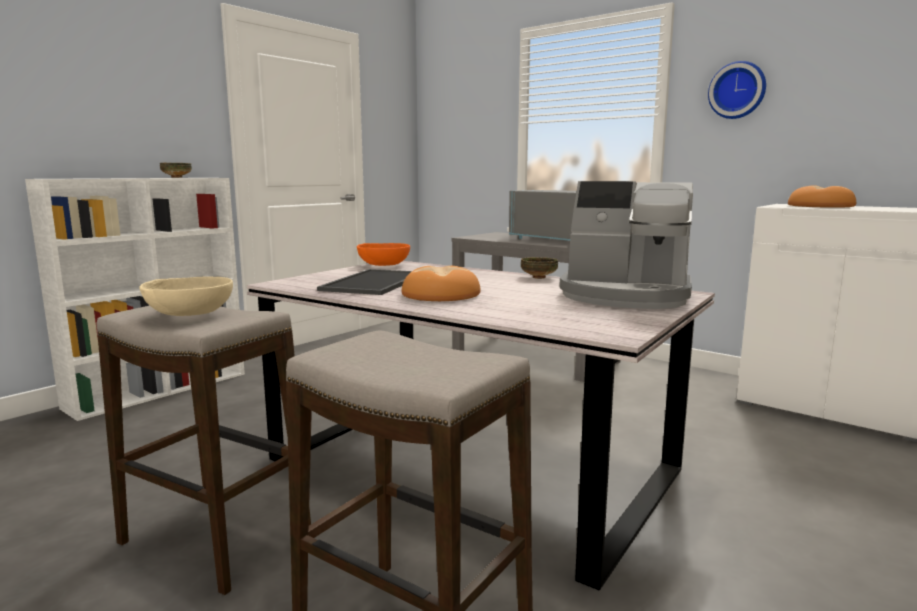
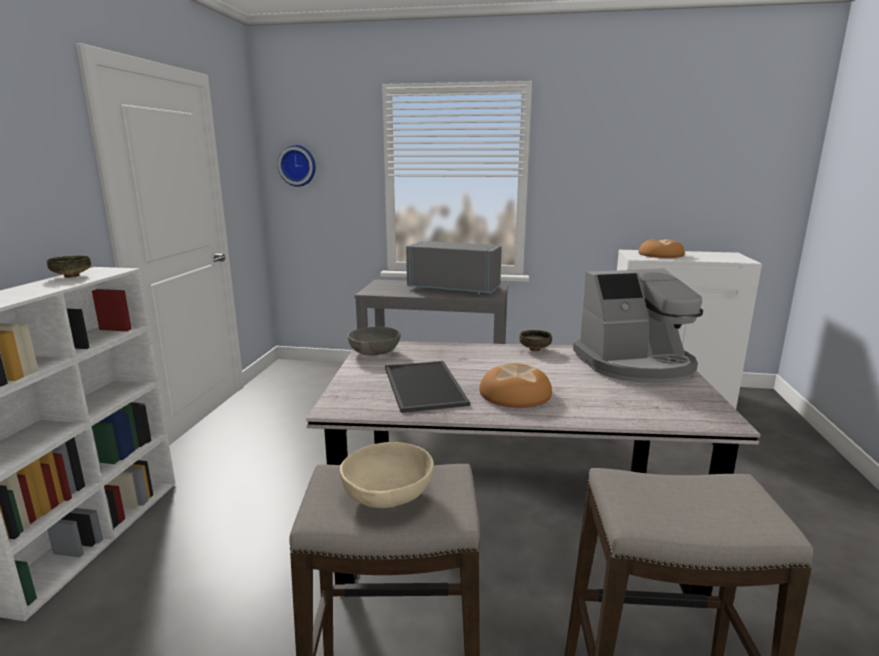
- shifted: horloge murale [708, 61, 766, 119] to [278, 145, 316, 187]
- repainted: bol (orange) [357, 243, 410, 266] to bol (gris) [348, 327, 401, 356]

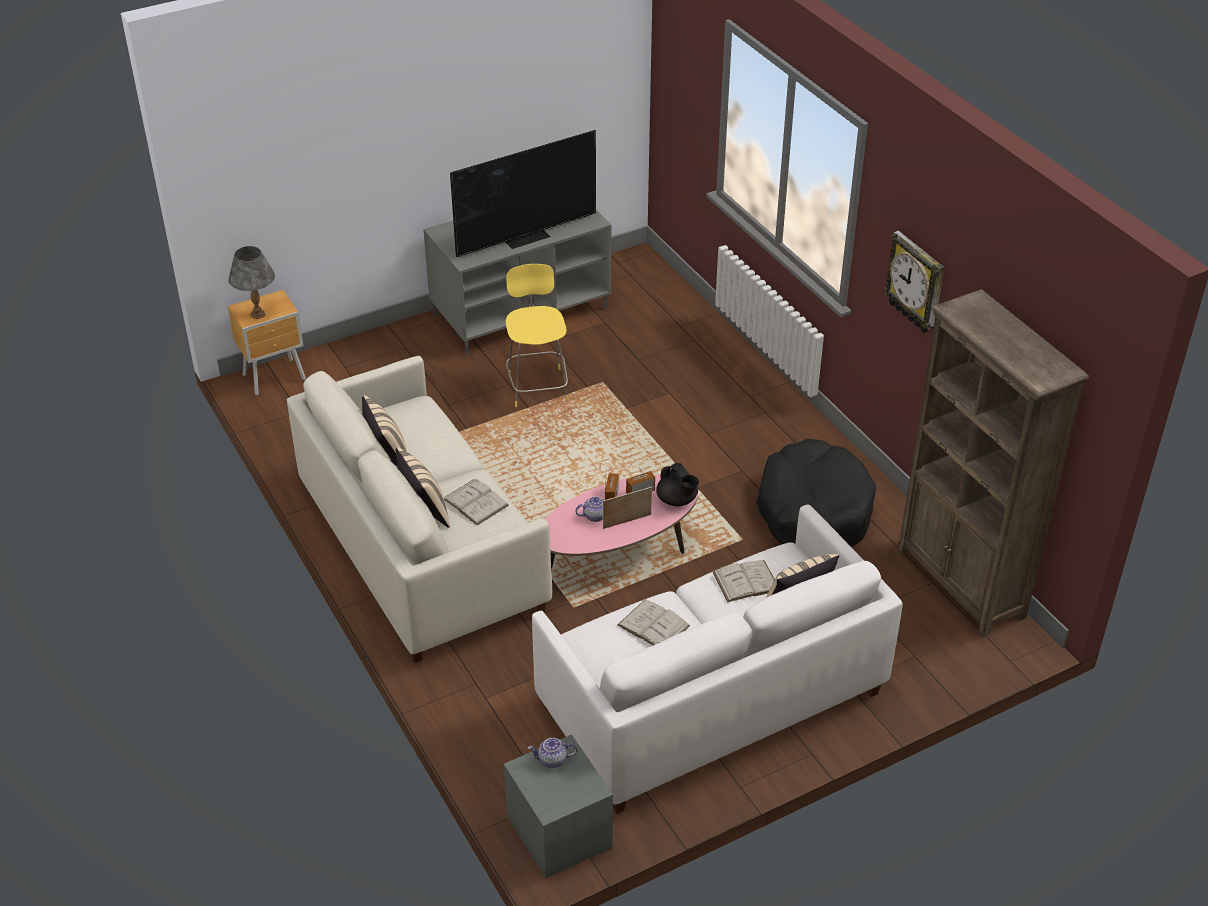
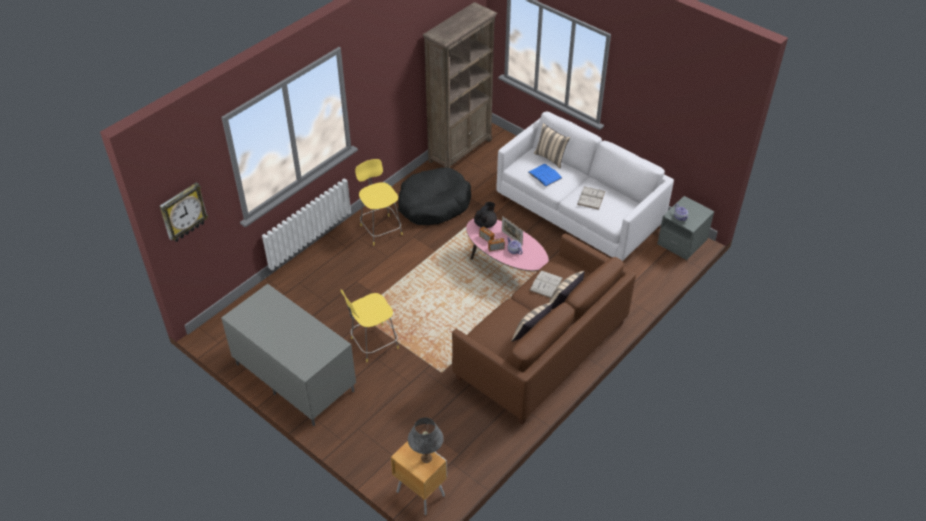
- gone: téléviseur [450, 130, 596, 257]
- new: tabouret (jaune) [355, 159, 403, 245]
- shifted: horloge murale [883, 231, 944, 333] to [160, 182, 208, 242]
- repainted: canapé (blanc) [287, 356, 552, 663] to canapé (marron) [452, 234, 636, 425]
- repainted: livre (blanc) [713, 560, 775, 602] to livre (bleu) [528, 163, 562, 187]

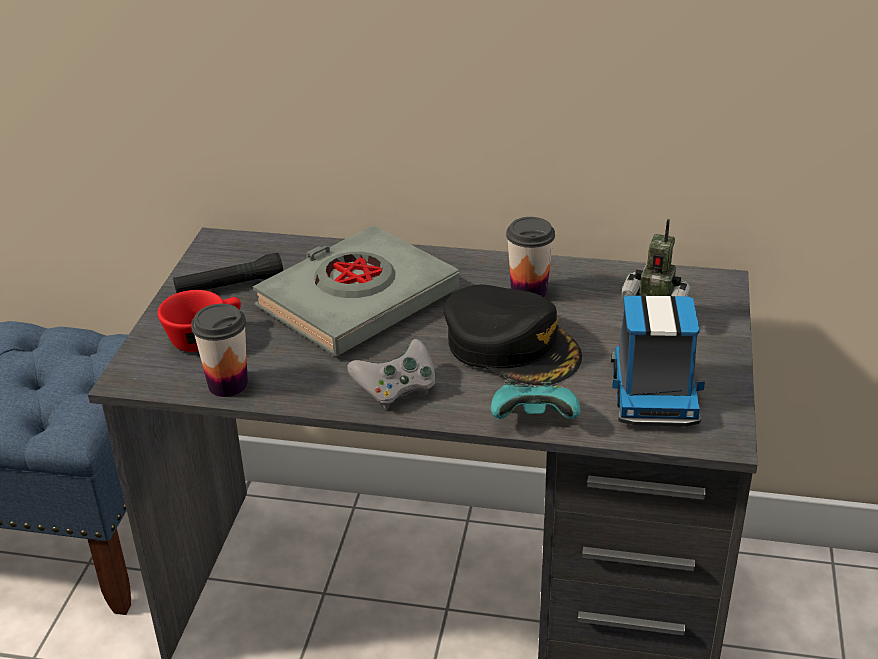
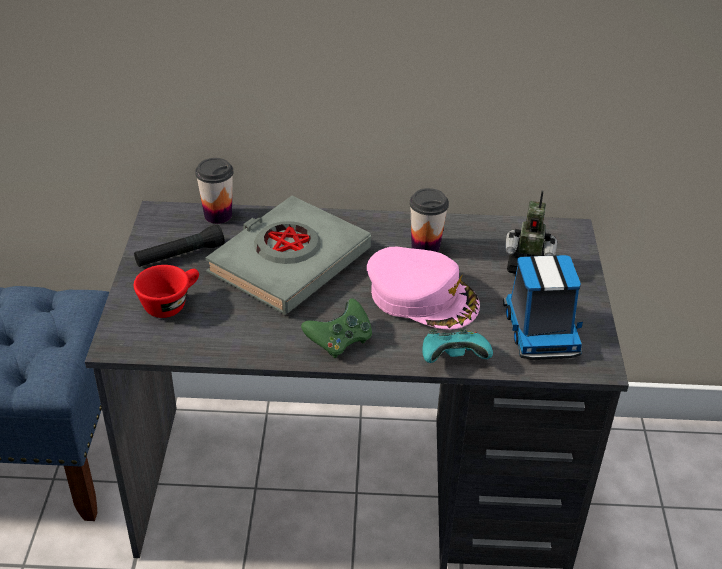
- shifted: tasse [191, 304, 248, 397] to [195, 158, 234, 224]
- repainted: manette (gris) [347, 339, 436, 409] to manette (vert) [301, 298, 372, 358]
- repainted: casquette (noir) [443, 285, 582, 385] to casquette (rose) [367, 247, 480, 330]

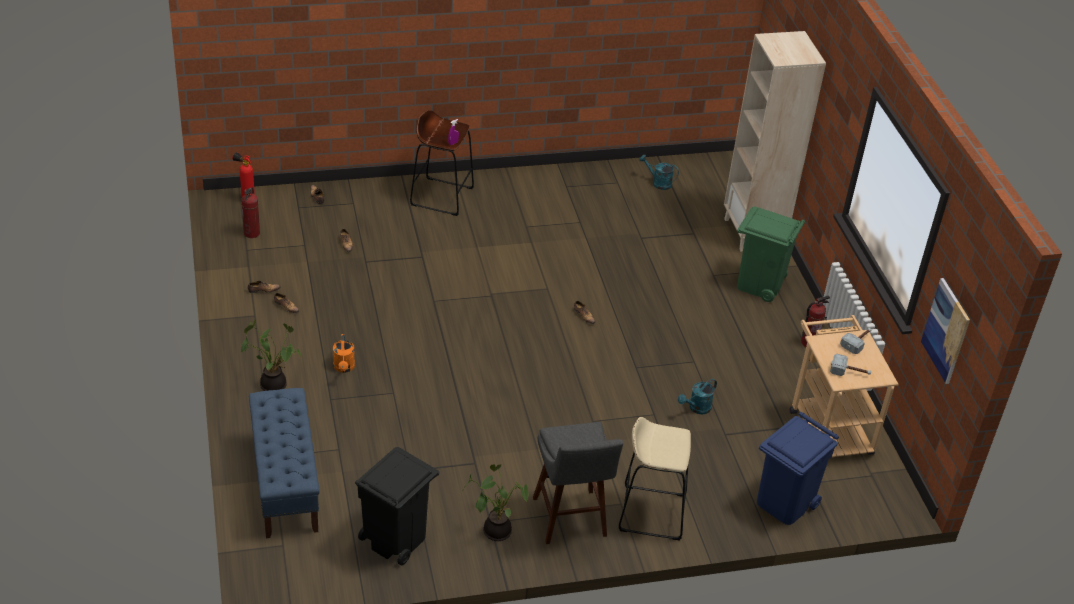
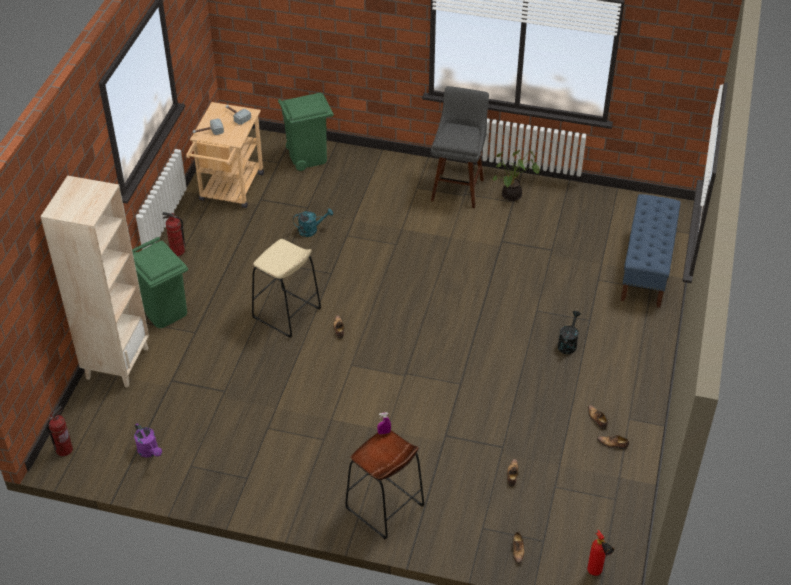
- gone: plante en pot [241, 320, 302, 391]
- gone: poubelle (noir) [355, 447, 439, 565]
- gone: tableau [921, 278, 970, 384]
- shifted: extincteur [241, 187, 260, 238] to [47, 406, 73, 456]
- shifted: tabouret (beige) [619, 417, 691, 541] to [252, 239, 321, 338]
- repainted: arrosoir (orange) [333, 334, 355, 373] to arrosoir (noir) [557, 311, 581, 354]
- repainted: arrosoir (turquoise) [639, 155, 679, 190] to arrosoir (violet) [134, 423, 162, 458]
- repainted: poubelle (bleu) [757, 412, 839, 525] to poubelle (vert) [278, 93, 334, 171]

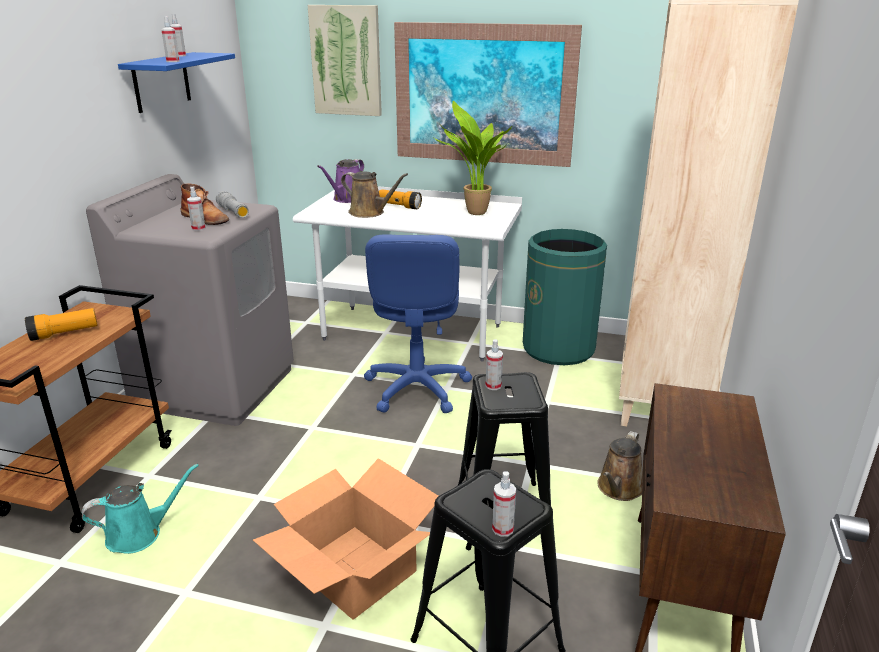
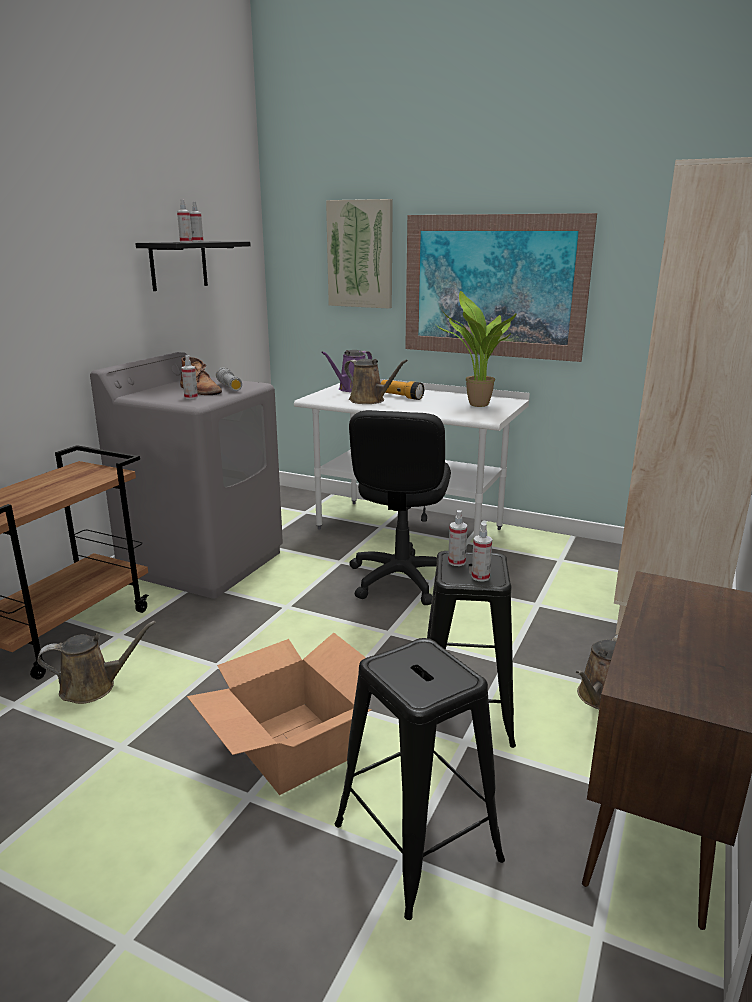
- gone: lampe de poche [25, 308, 98, 341]
- gone: poubelle (vert) [523, 229, 607, 365]
- shifted: vaporisateur [492, 471, 516, 537] to [472, 523, 492, 582]
- repainted: arrosoir (turquoise) [82, 464, 199, 554] to arrosoir (marron) [37, 621, 156, 704]
- repainted: étagère (bleu) [118, 52, 235, 113] to étagère (noir) [135, 241, 251, 291]
- repainted: chaise de bureau (bleu) [364, 234, 472, 413] to chaise de bureau (noir) [349, 410, 451, 605]

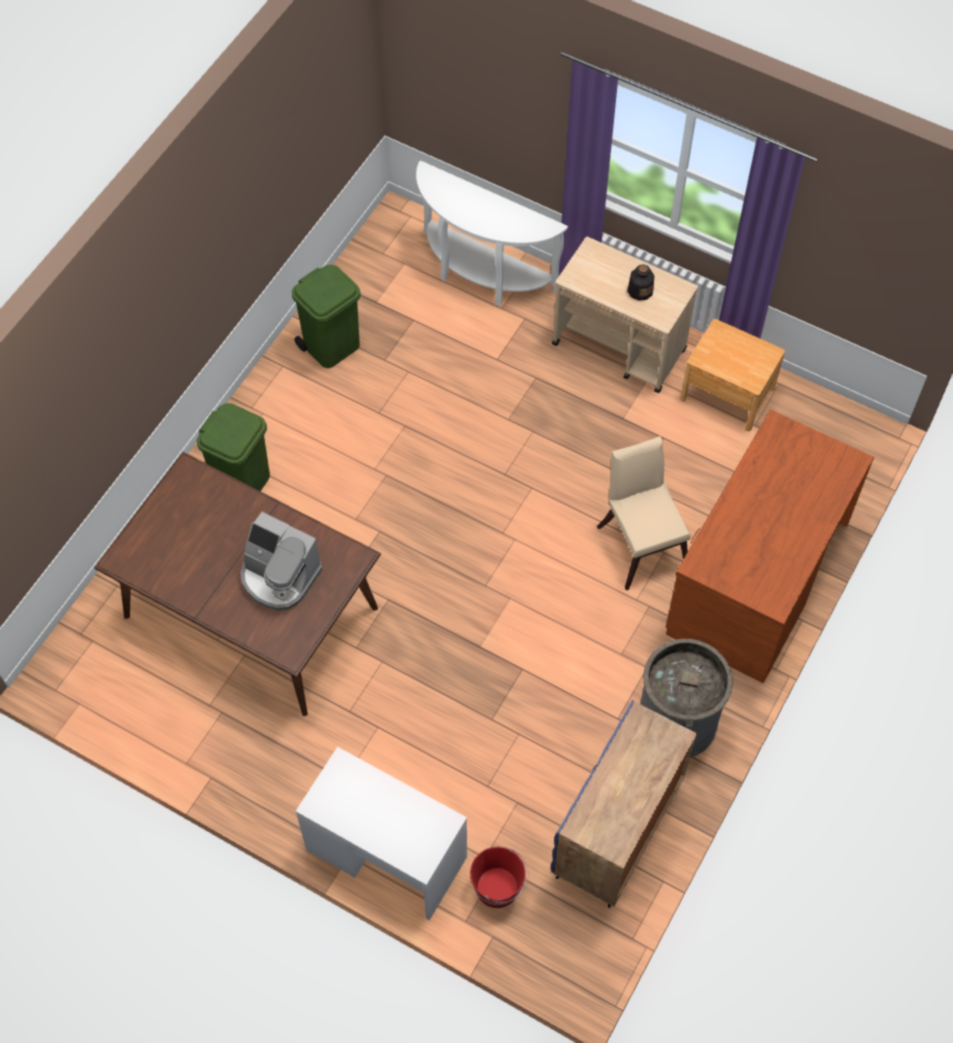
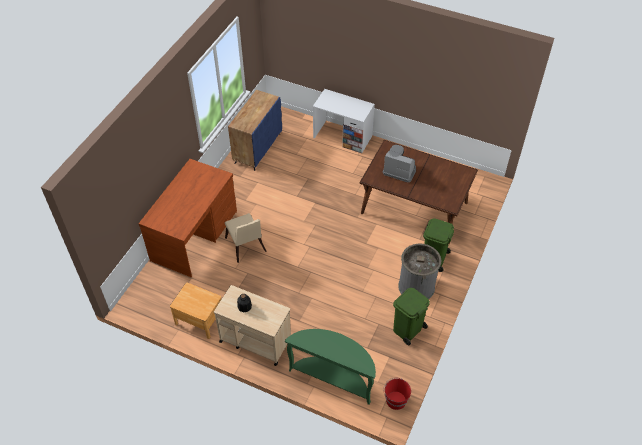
- shifted: seau (rouge) [470, 847, 528, 908] to [383, 378, 411, 410]
- shifted: poubelle (gris) [640, 639, 733, 758] to [398, 243, 441, 299]
- repainted: table console (blanc) [416, 160, 568, 306] to table console (vert) [285, 329, 376, 405]

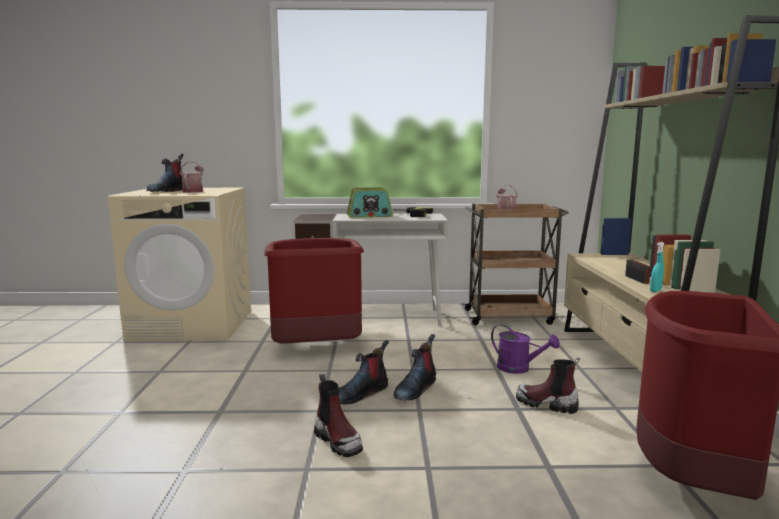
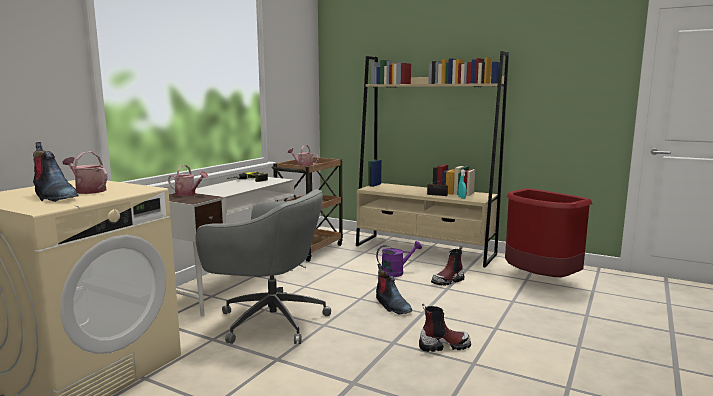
- gone: botte [339, 340, 389, 405]
- gone: radio [347, 187, 393, 218]
- new: arrosoir [168, 165, 208, 196]
- swapped: poubelle (rouge) [264, 238, 364, 343] to chaise de bureau (gris) [196, 189, 331, 344]

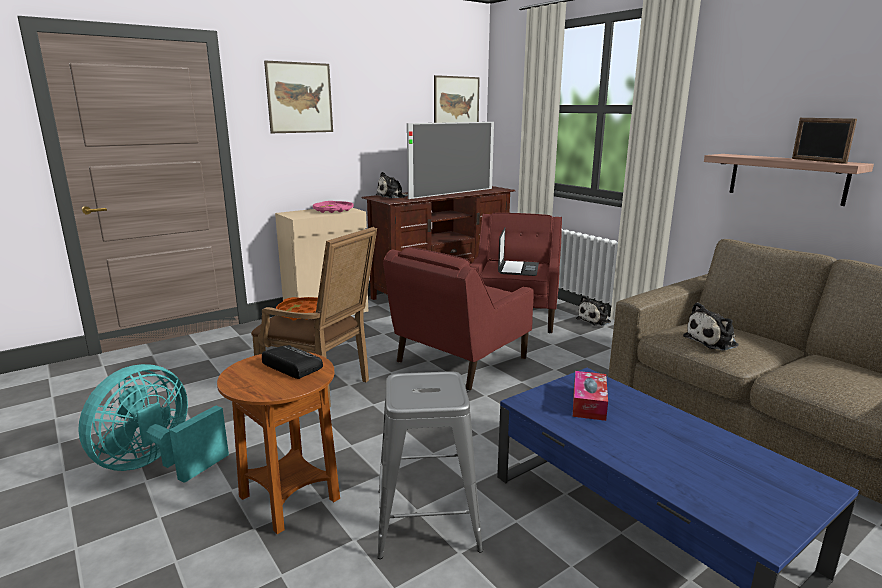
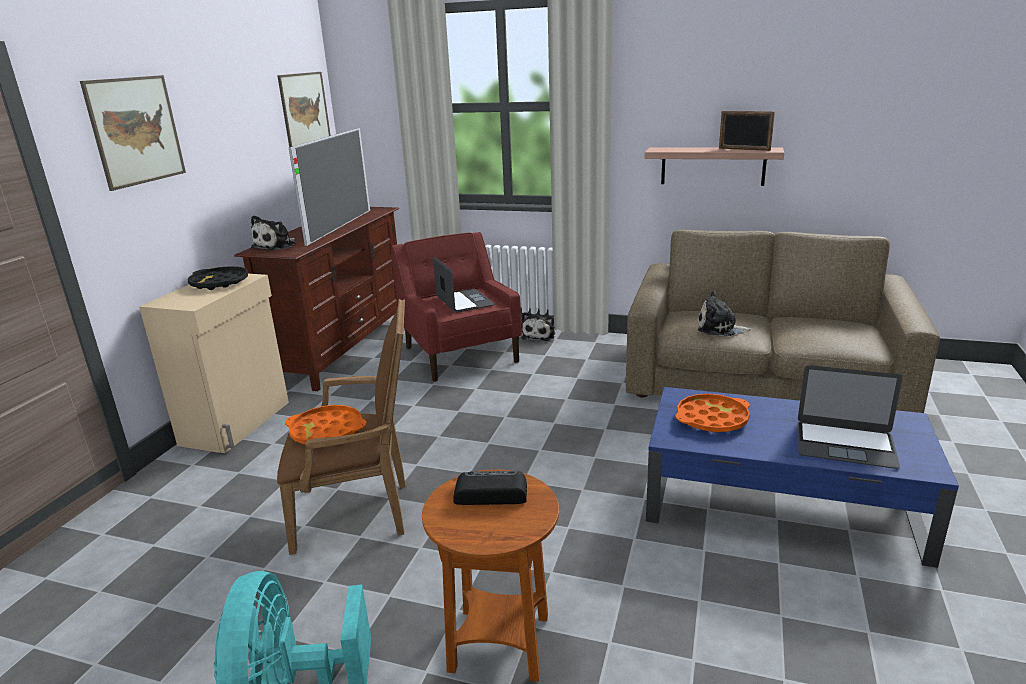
- gone: tabouret (gris) [377, 371, 483, 559]
- gone: fauteuil (rouge) [383, 247, 534, 391]
- new: ordinateur portable [797, 365, 902, 469]
- swapped: boîte à mouchoirs [573, 371, 608, 421] to plateau (orange) [675, 394, 750, 433]
- repainted: plateau (rose) [313, 201, 353, 213] to plateau (noir) [188, 266, 248, 290]
- rotated: peluche [683, 302, 739, 351] = [698, 291, 752, 336] 75 degrees clockwise

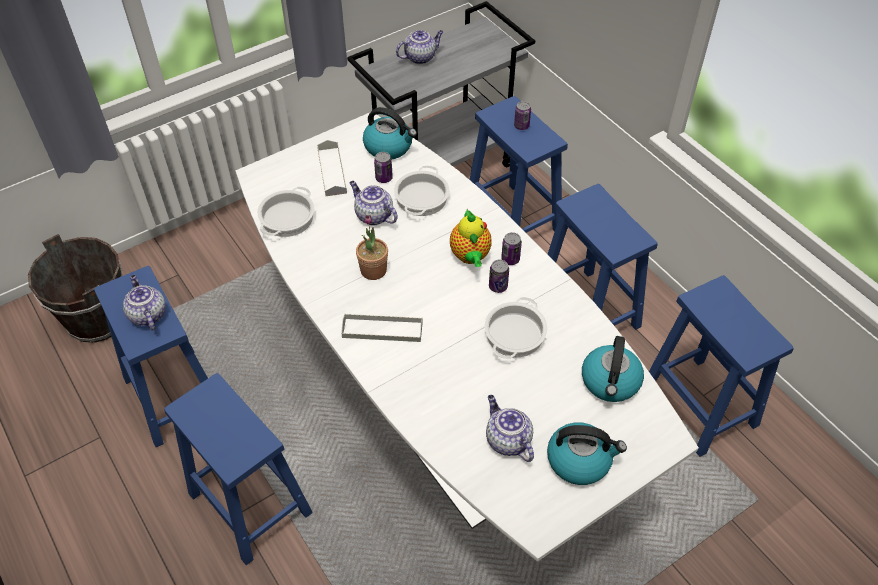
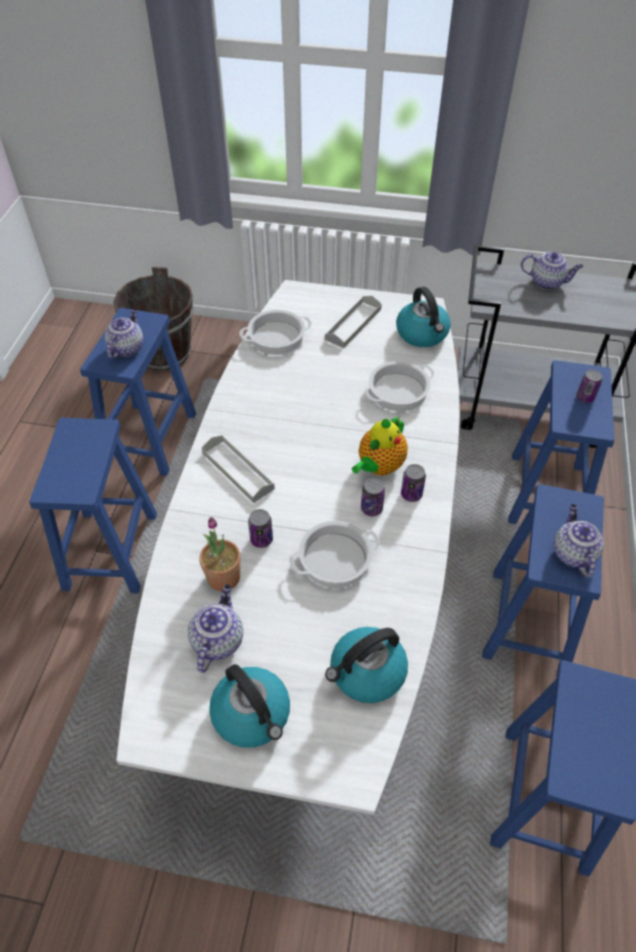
- shifted: théière [349, 181, 398, 226] to [554, 504, 604, 578]
- shifted: plante en pot [356, 215, 388, 280] to [199, 517, 241, 591]
- shifted: boîte métallique [374, 152, 393, 183] to [248, 509, 273, 548]

